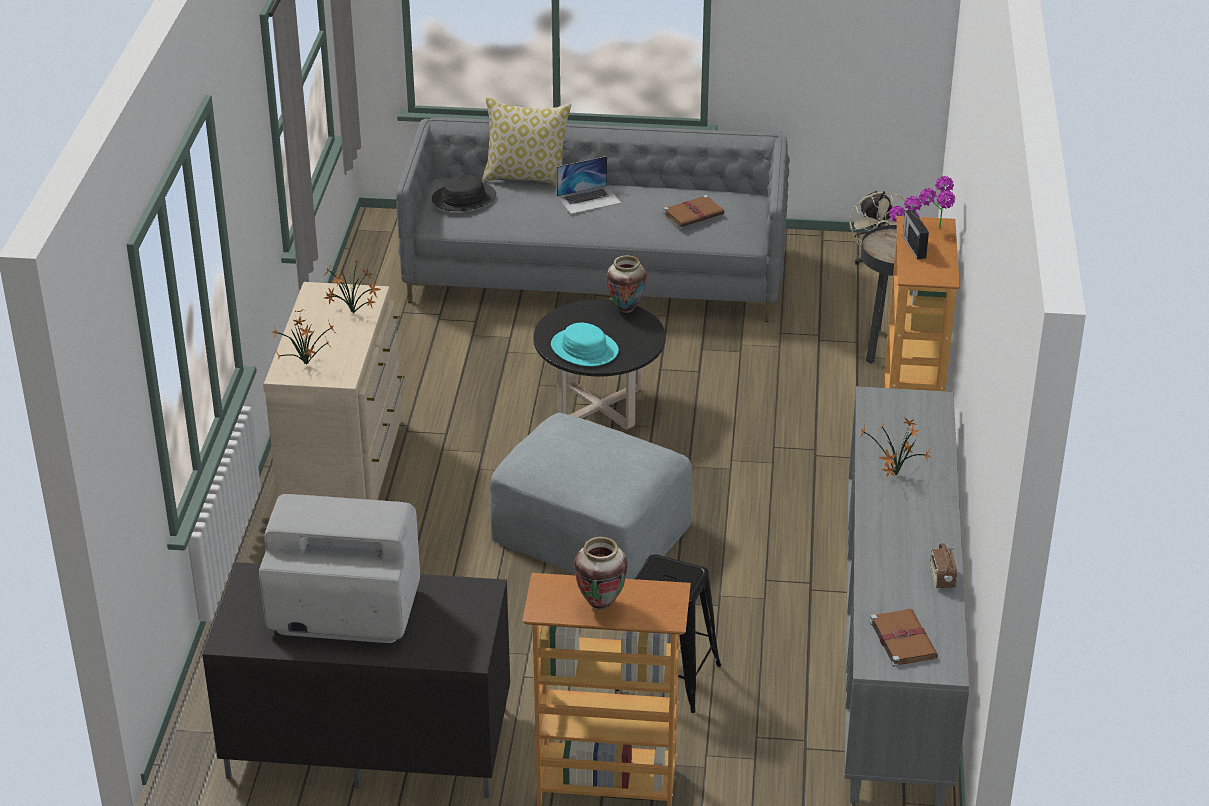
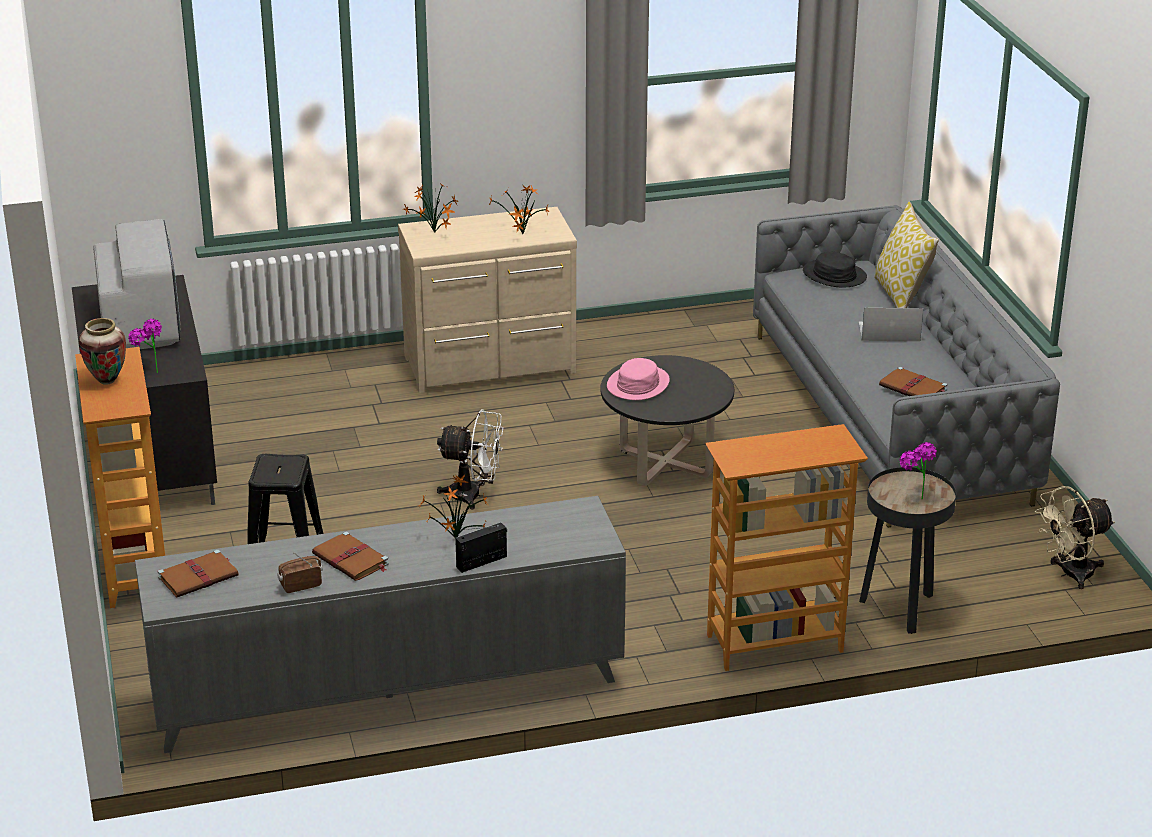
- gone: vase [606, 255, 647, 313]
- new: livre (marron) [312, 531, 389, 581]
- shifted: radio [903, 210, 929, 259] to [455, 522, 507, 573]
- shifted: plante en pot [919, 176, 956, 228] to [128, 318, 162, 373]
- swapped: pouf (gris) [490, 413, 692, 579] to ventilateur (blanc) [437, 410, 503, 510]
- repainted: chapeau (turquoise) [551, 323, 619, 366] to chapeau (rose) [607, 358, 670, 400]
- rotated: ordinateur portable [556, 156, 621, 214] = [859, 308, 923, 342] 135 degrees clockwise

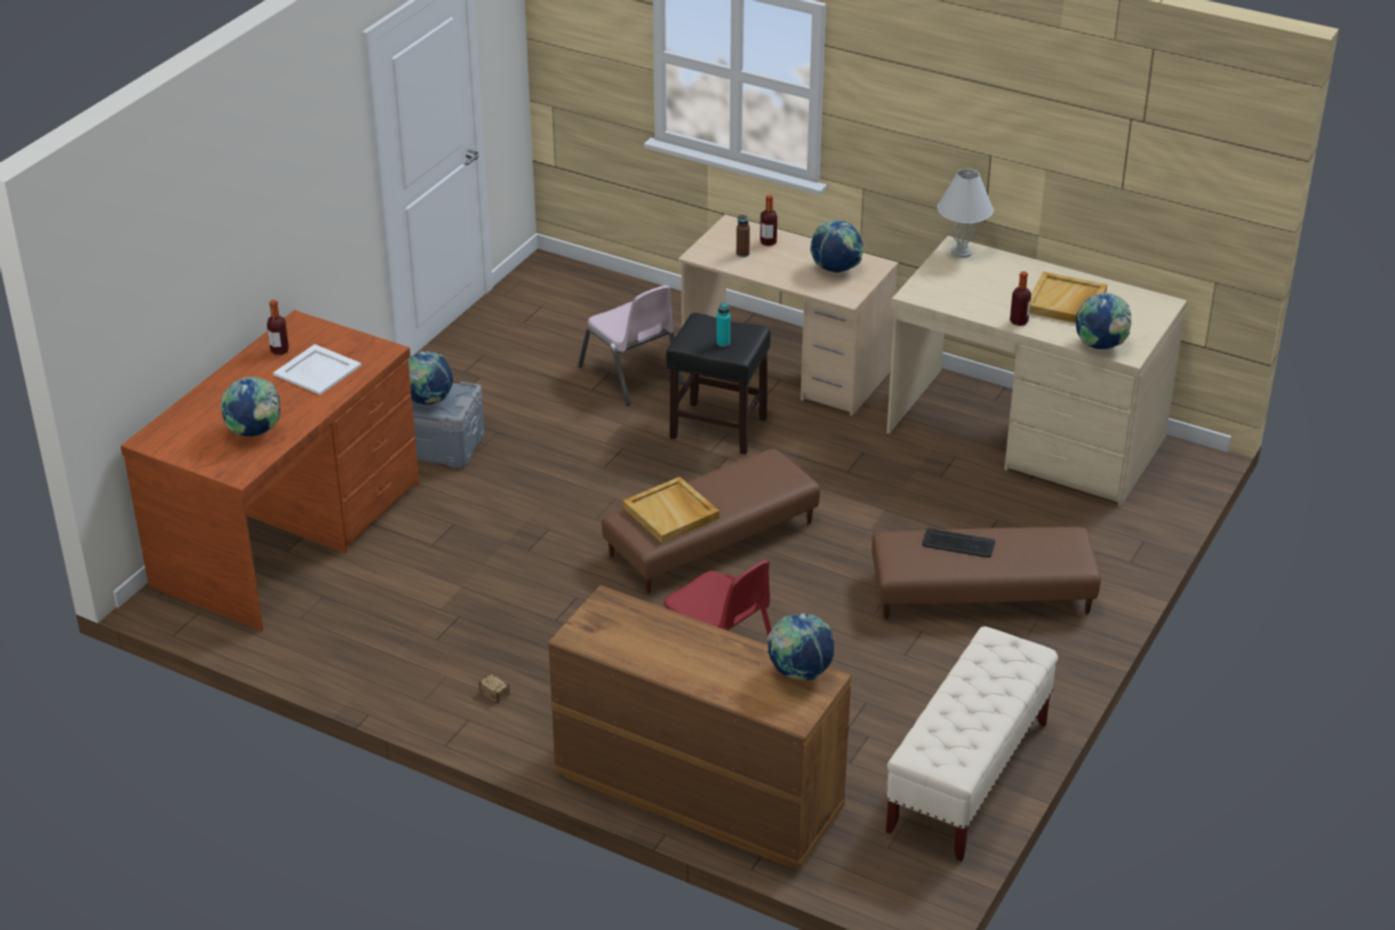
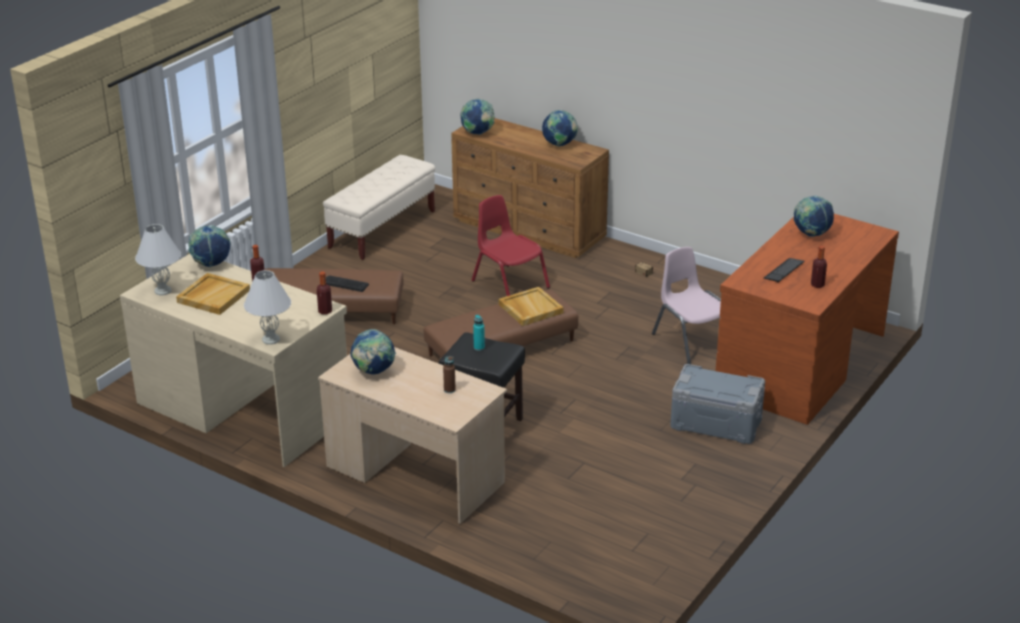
- new: lampe de table (blanc) [135, 224, 181, 296]
- shifted: globe [408, 351, 453, 405] to [542, 110, 578, 147]
- shifted: chaise (rose) [578, 285, 684, 406] to [652, 247, 721, 364]
- shifted: bouteille [760, 195, 777, 246] to [317, 271, 332, 314]
- swapped: plateau (blanc) [273, 344, 362, 395] to clavier [764, 258, 804, 283]

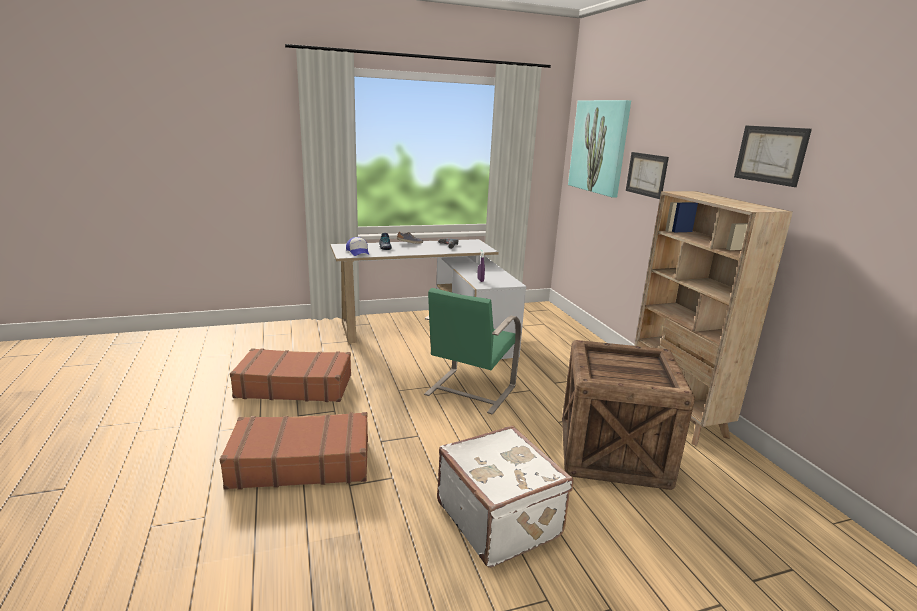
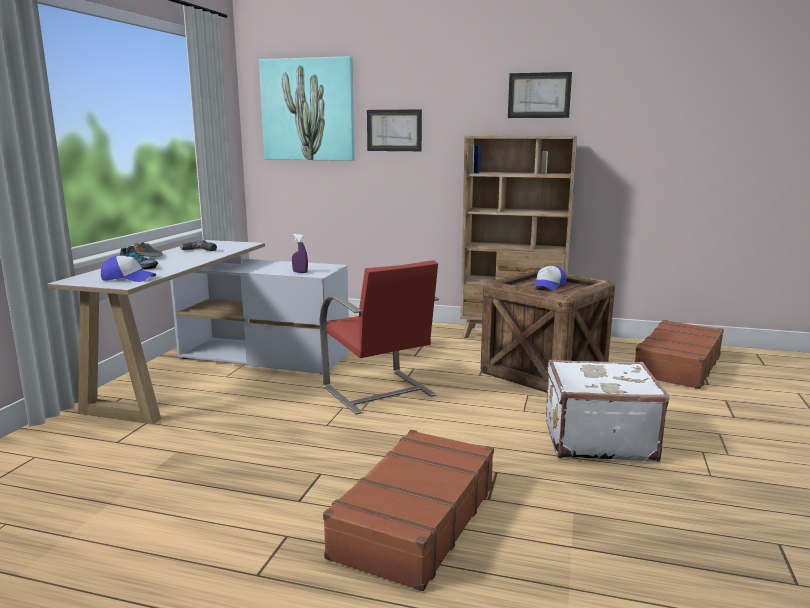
- new: casquette [533, 265, 567, 290]
- shifted: valise (marron) [230, 348, 351, 402] to [635, 320, 724, 389]
- repainted: chaise (vert) [424, 288, 521, 415] to chaise (rouge) [320, 260, 439, 415]

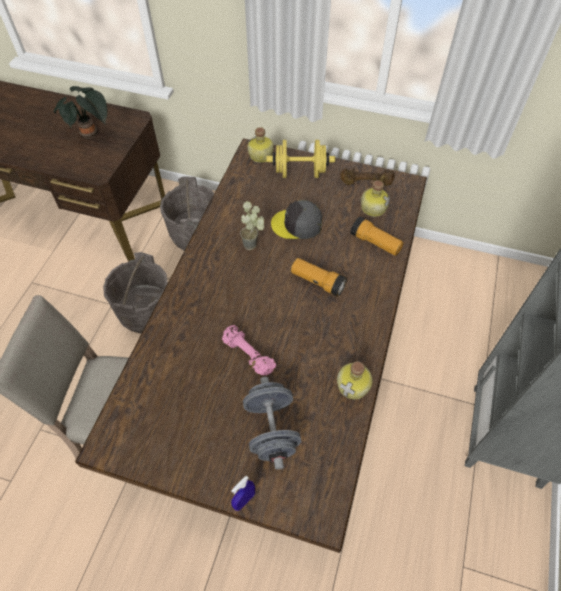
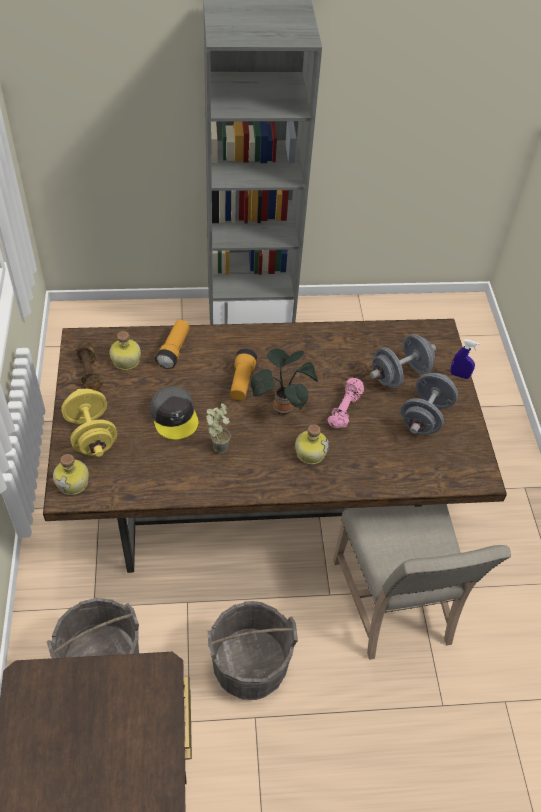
- new: haltère (gris) [401, 373, 458, 435]
- shifted: plante en pot [54, 86, 107, 139] to [251, 349, 318, 415]
- shifted: bouteille [337, 361, 373, 399] to [295, 424, 329, 464]

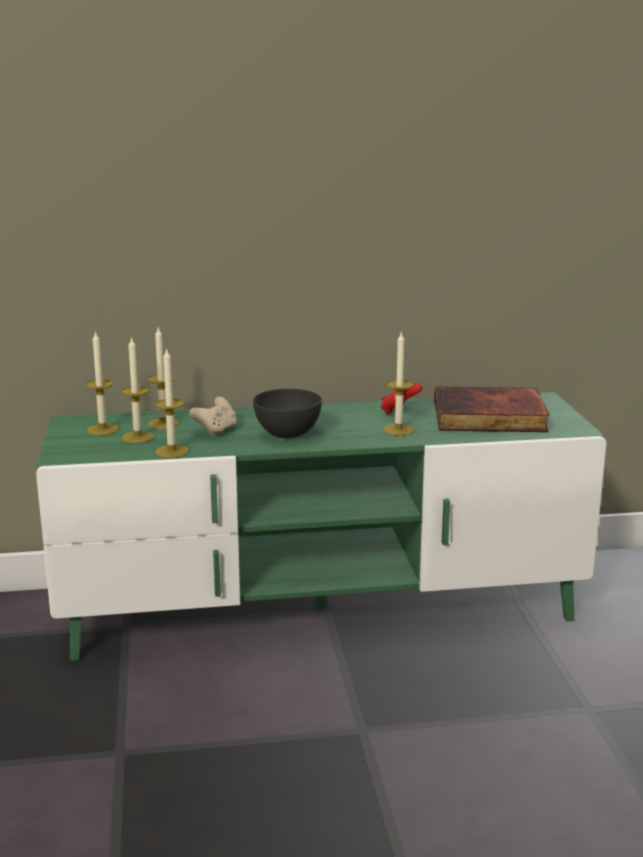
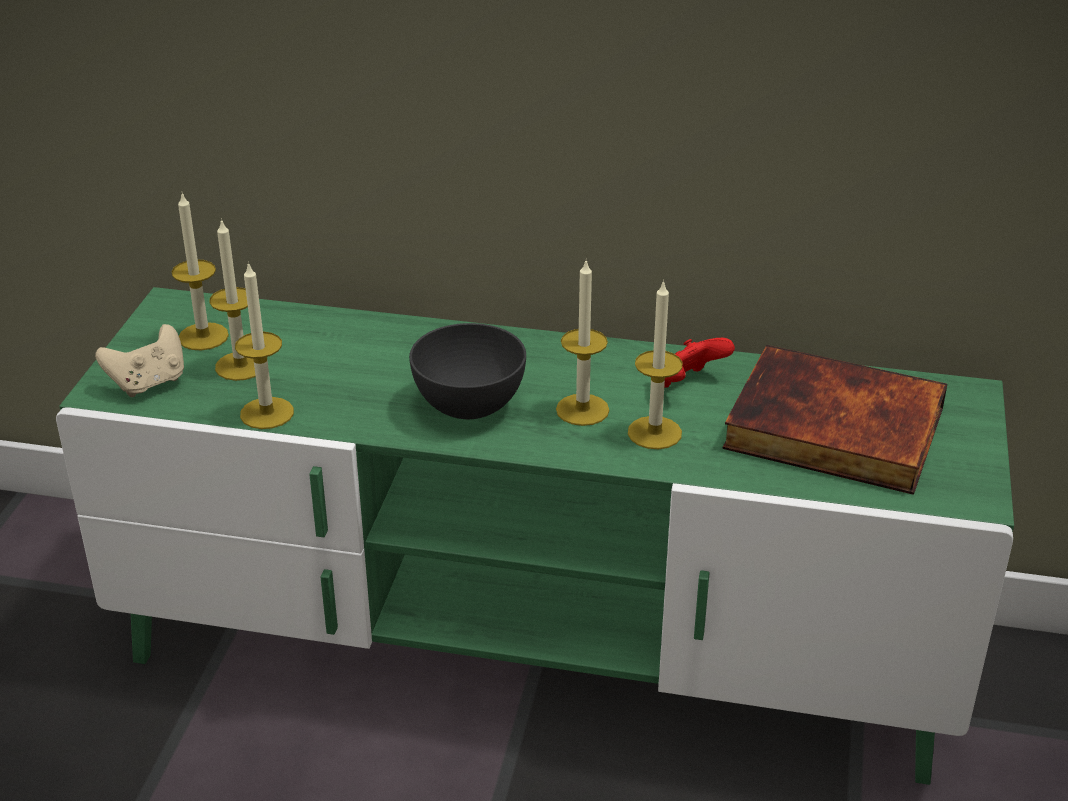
- shifted: bougie [148, 328, 179, 429] to [556, 261, 609, 426]
- shifted: manette (beige) [189, 397, 237, 436] to [95, 324, 184, 397]

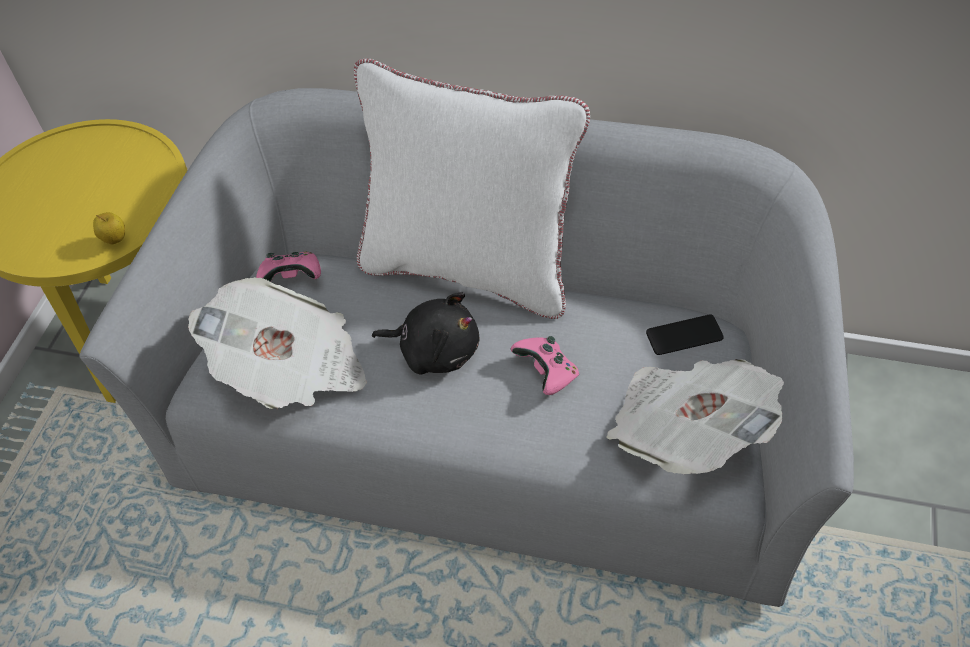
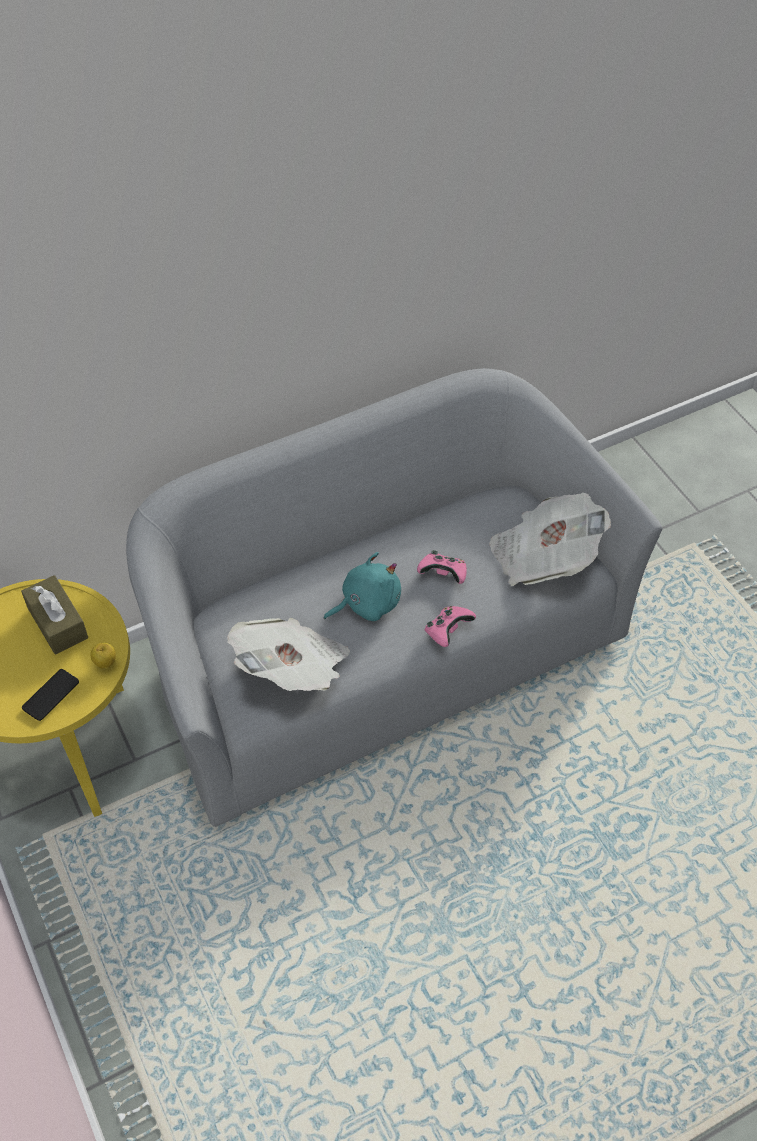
- gone: coussin (blanc) [354, 58, 590, 319]
- new: boîte à mouchoirs (marron) [21, 575, 88, 654]
- shifted: manette (rose) [256, 251, 321, 282] to [425, 606, 476, 647]
- shifted: téléphone [646, 315, 724, 355] to [22, 669, 79, 721]
- repainted: peluche (noir) [372, 292, 479, 375] to peluche (turquoise) [324, 552, 401, 621]

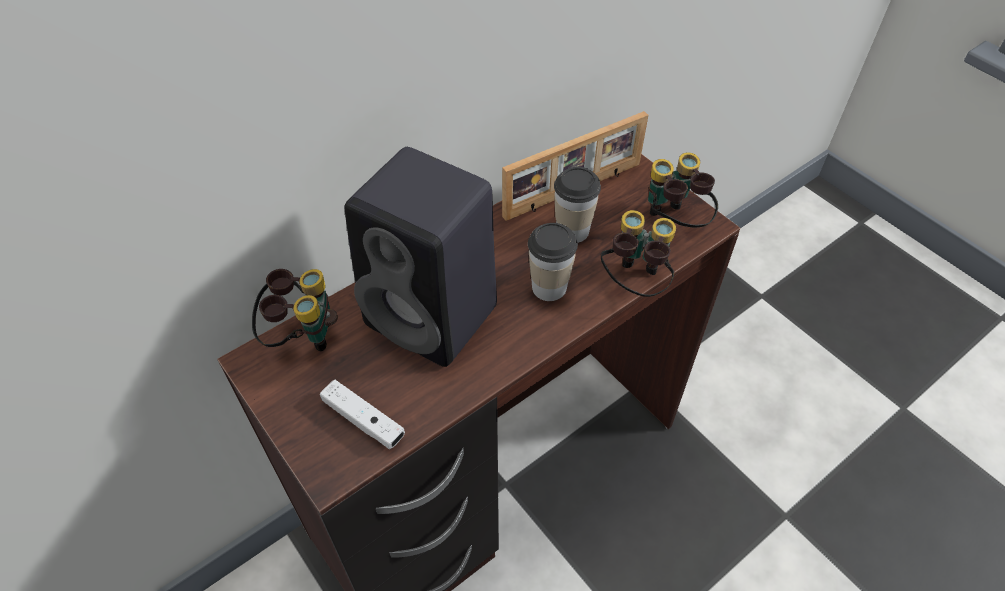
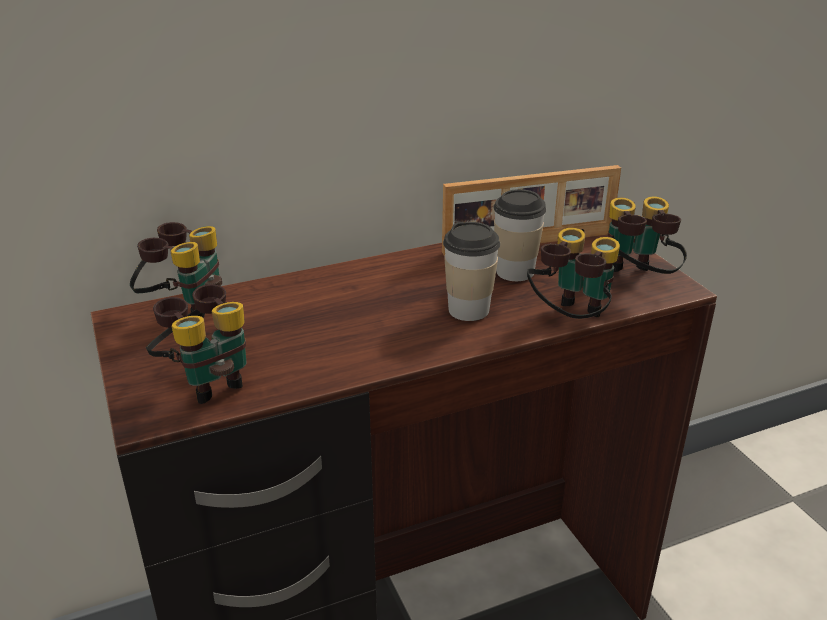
- gone: enceinte (noir) [345, 147, 497, 367]
- swapped: manette (blanc) [320, 380, 405, 449] to jumelles [146, 284, 247, 404]

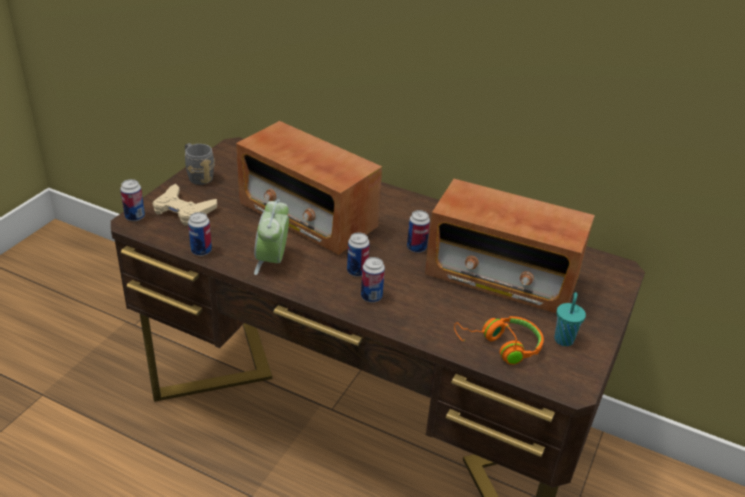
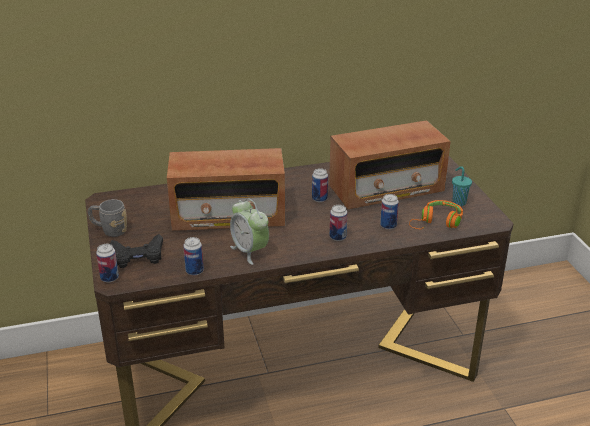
- shifted: boîte métallique [347, 232, 370, 277] to [380, 194, 399, 230]
- repainted: manette (beige) [152, 184, 217, 226] to manette (noir) [110, 234, 163, 268]

